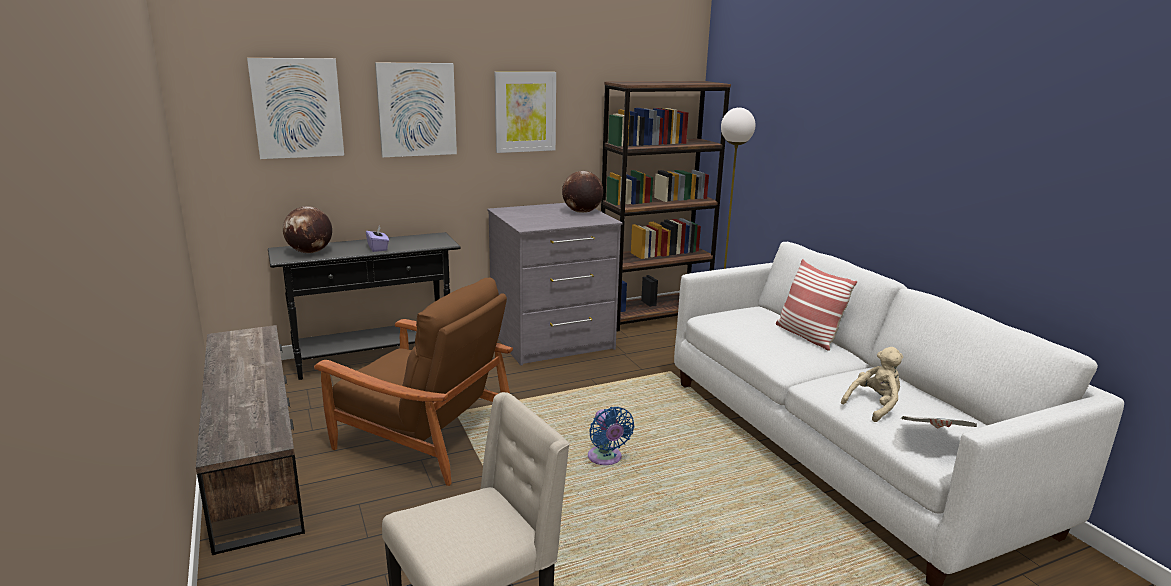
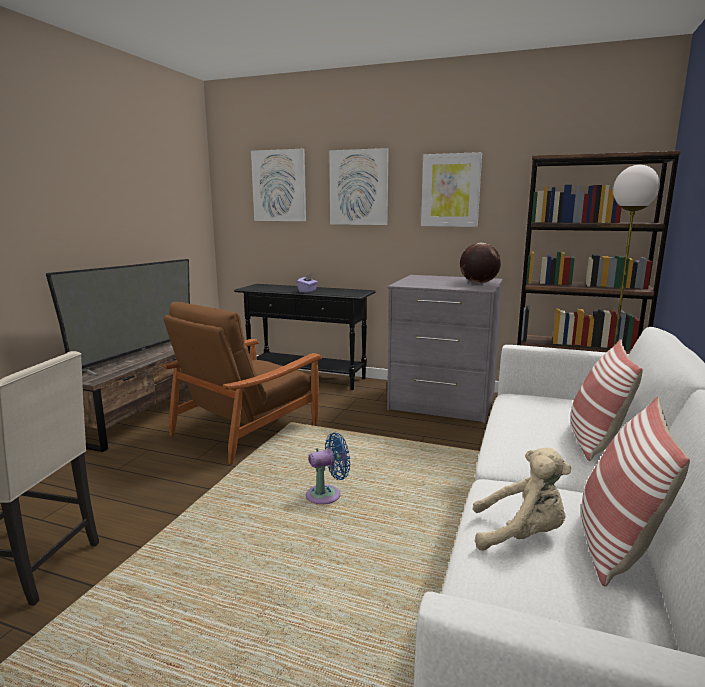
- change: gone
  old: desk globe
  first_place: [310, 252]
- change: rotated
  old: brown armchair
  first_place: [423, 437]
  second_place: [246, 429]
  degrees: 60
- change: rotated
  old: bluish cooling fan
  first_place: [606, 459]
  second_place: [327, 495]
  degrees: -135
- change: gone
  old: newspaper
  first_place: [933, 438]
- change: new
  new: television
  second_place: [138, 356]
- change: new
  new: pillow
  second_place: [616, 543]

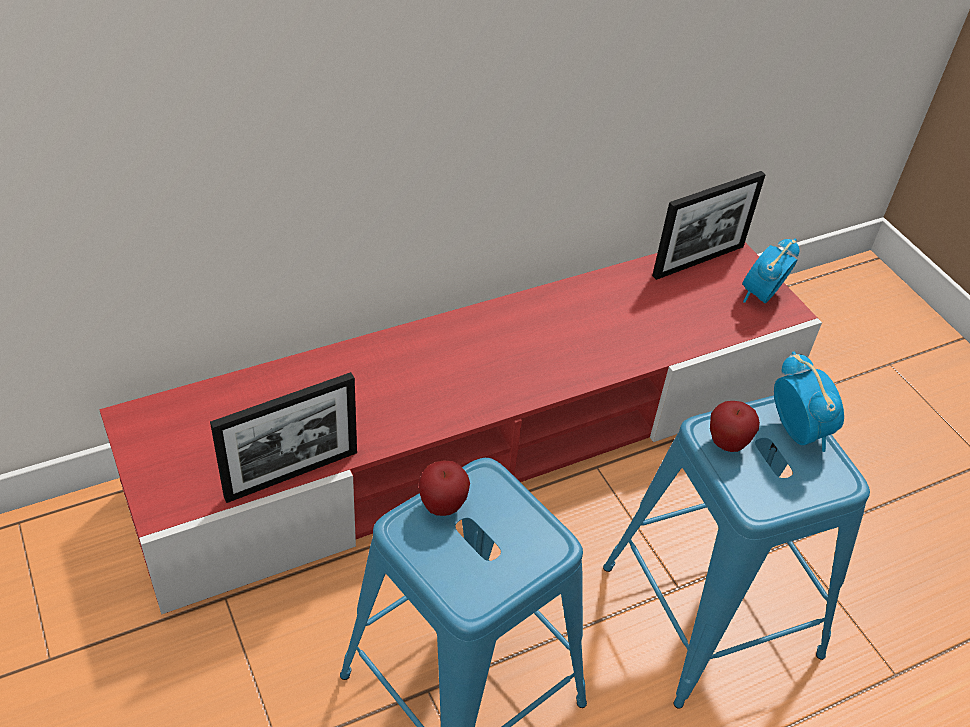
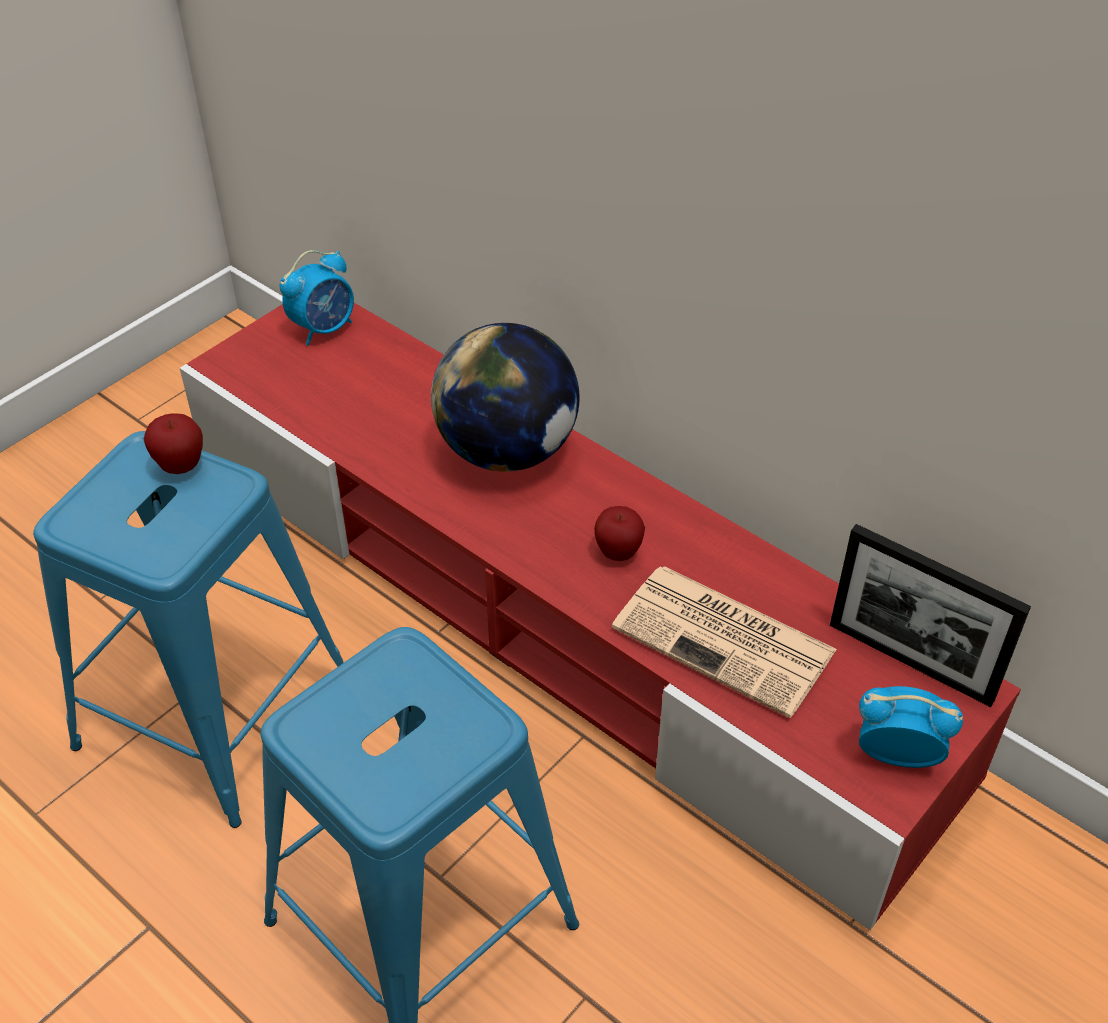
- change: shifted
  old: table clock
  first_place: [797, 431]
  second_place: [324, 328]
- change: gone
  old: photo frame
  first_place: [291, 474]
- change: shifted
  old: whole apple
  first_place: [727, 443]
  second_place: [618, 552]
- change: new
  new: desk globe
  second_place: [507, 451]
- change: new
  new: newspaper
  second_place: [727, 640]

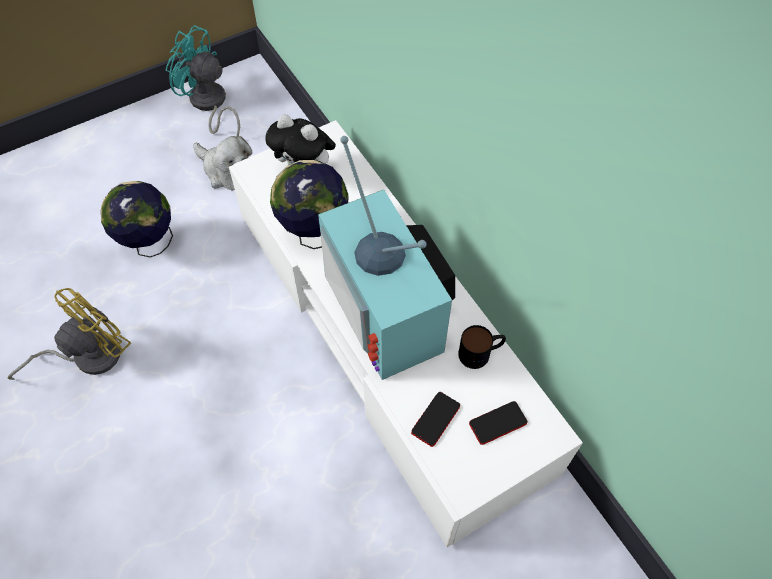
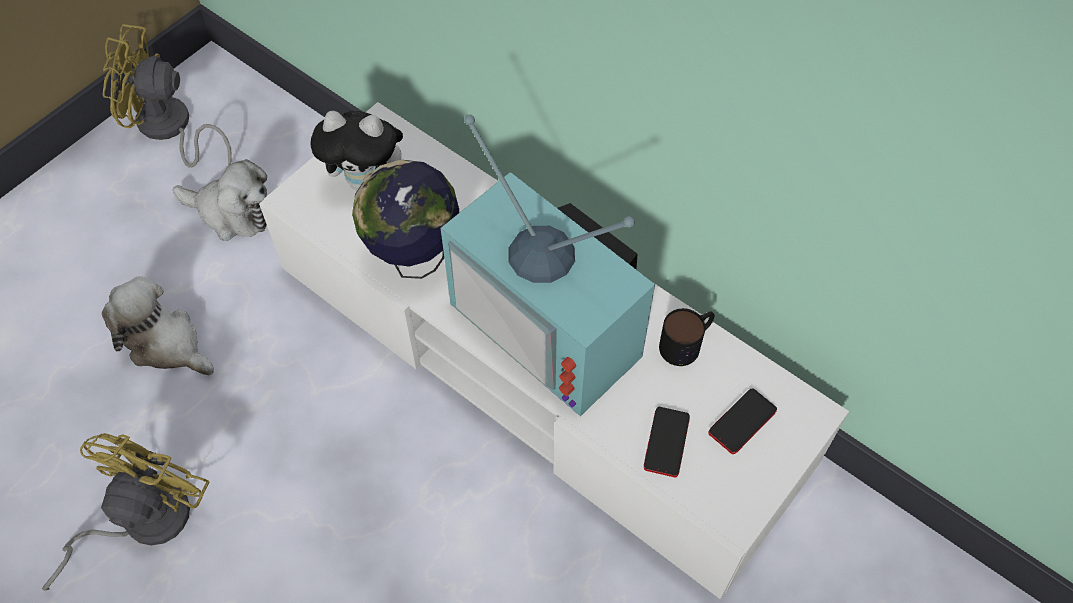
- change: repainted
  old: blue-green cooling fan
  new: yellow-coloured cooling fan
  first_place: [209, 105]
  second_place: [169, 130]
- change: swapped
  old: desk globe
  new: plush toy
  first_place: [149, 244]
  second_place: [166, 343]

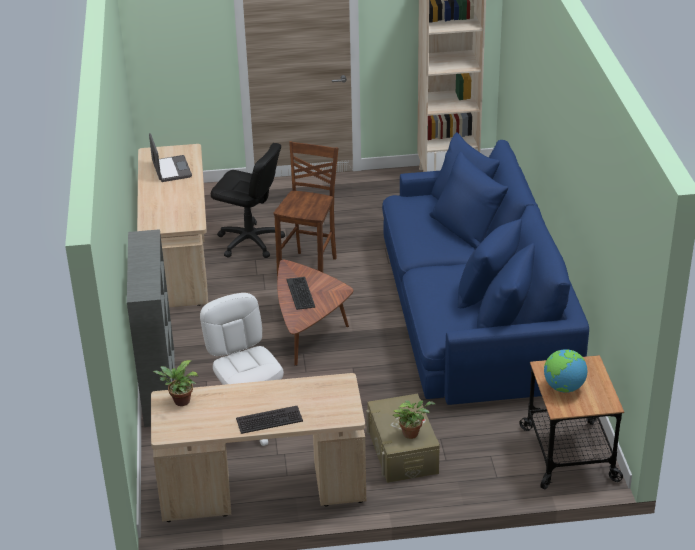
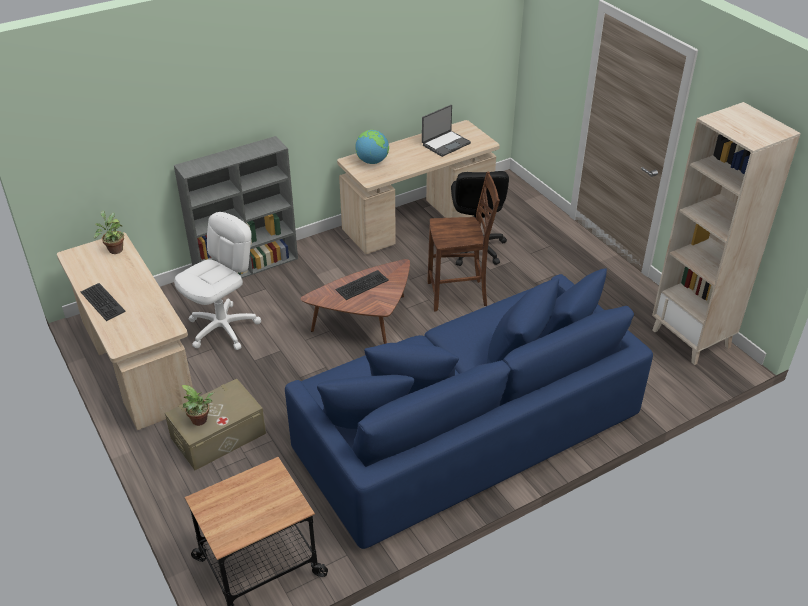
- change: shifted
  old: desk globe
  first_place: [563, 387]
  second_place: [372, 161]

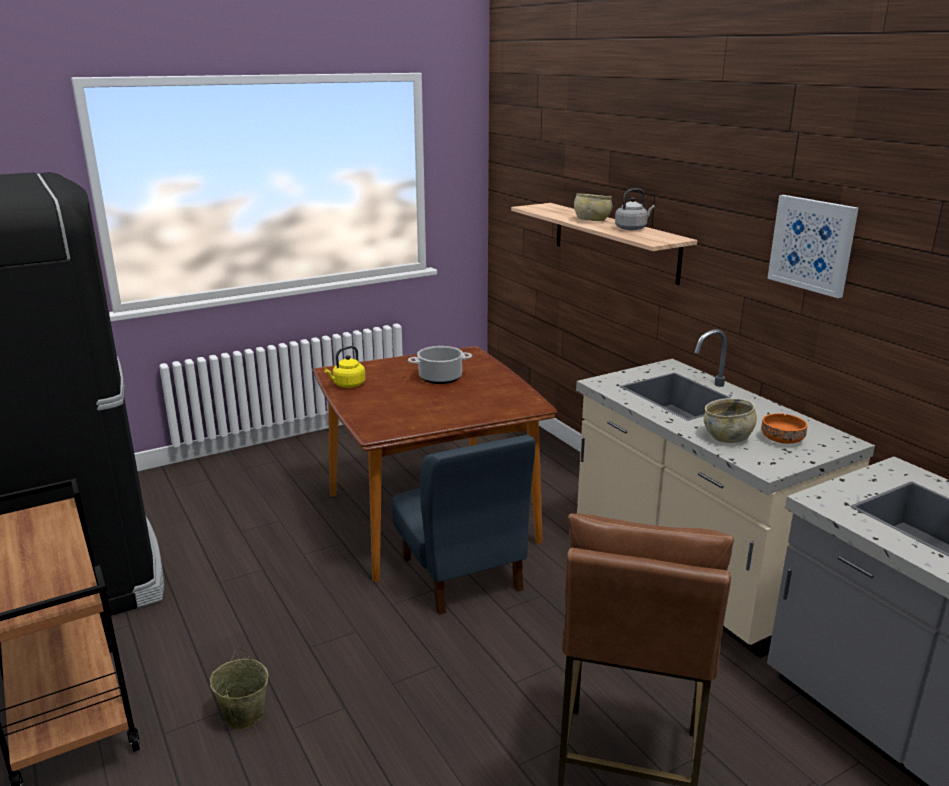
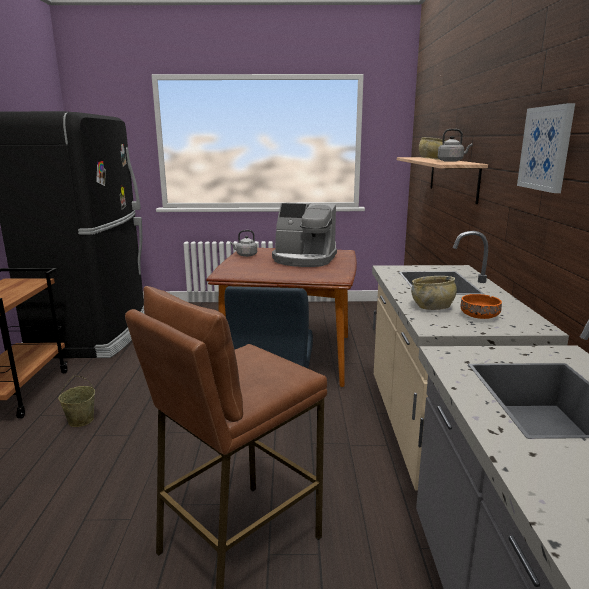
- change: repainted
  old: yellow-coloured water kettle
  new: greyish water kettle
  first_place: [347, 385]
  second_place: [245, 255]
- change: swapped
  old: saucepot
  new: coffee brewer
  first_place: [441, 378]
  second_place: [304, 259]

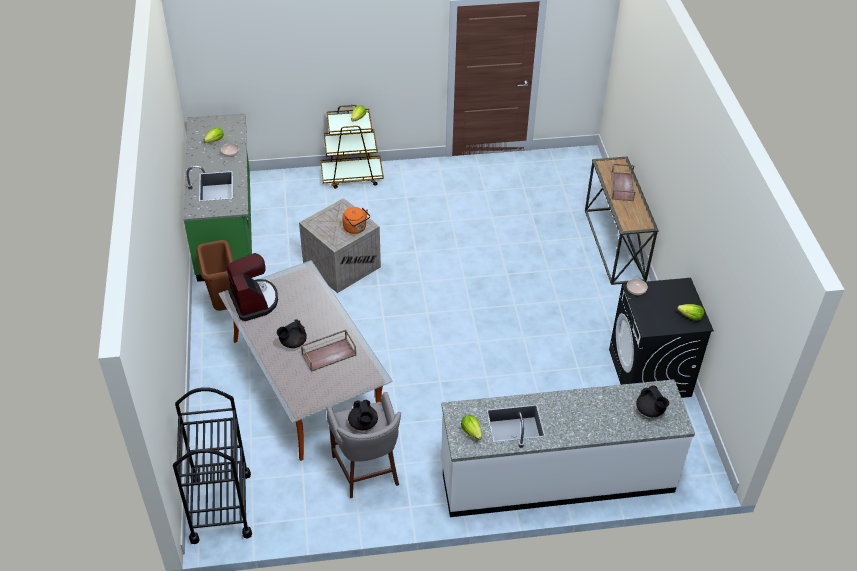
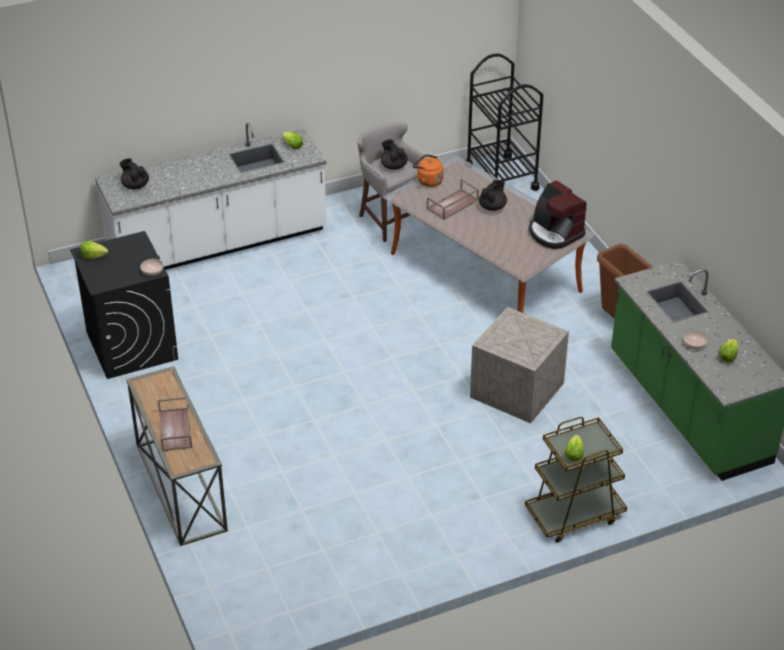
- change: shifted
  old: orangey water kettle
  first_place: [356, 228]
  second_place: [428, 181]

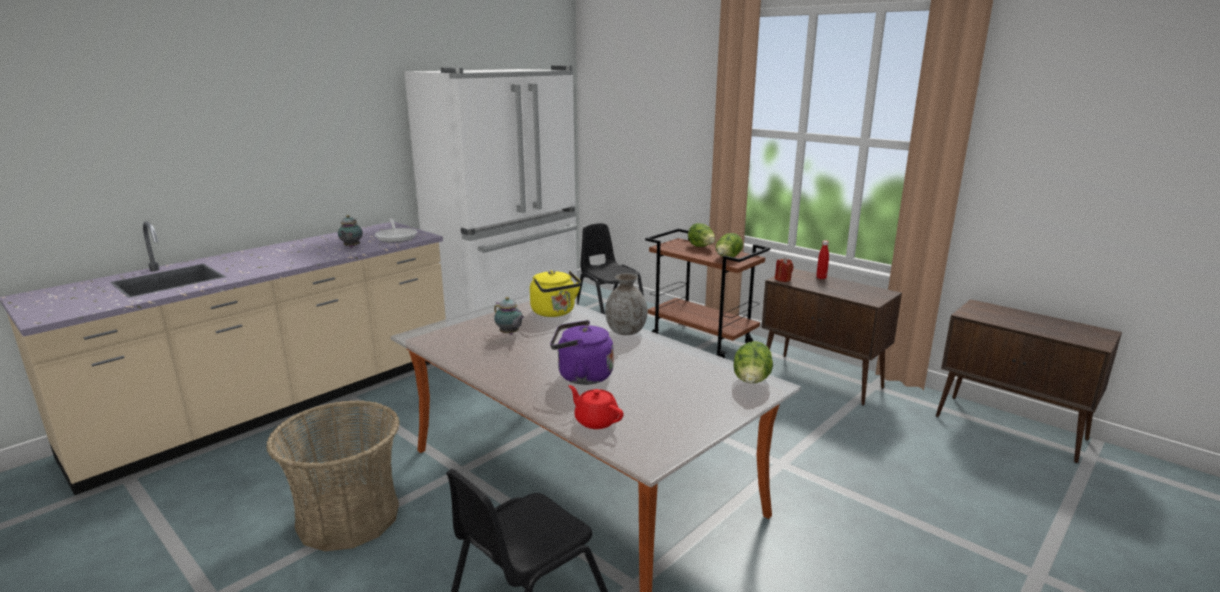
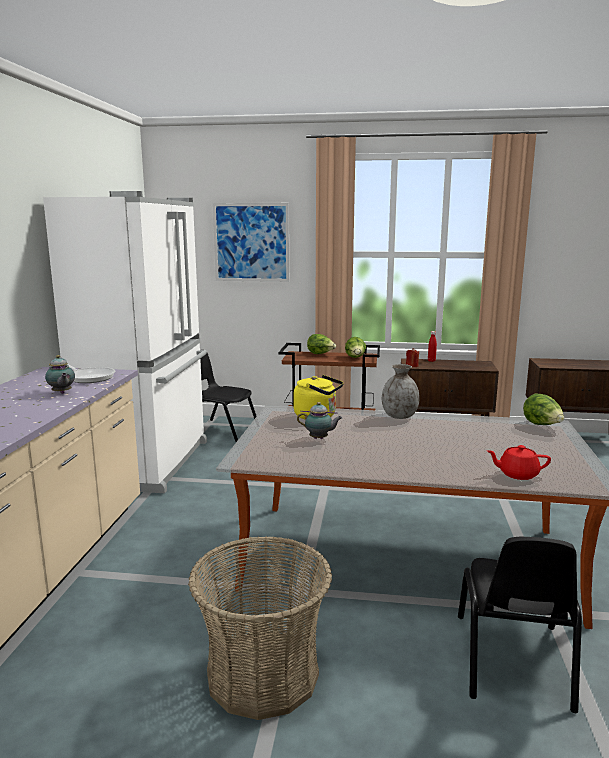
- change: gone
  old: purple water kettle
  first_place: [581, 376]
- change: new
  new: wall art
  second_place: [251, 242]

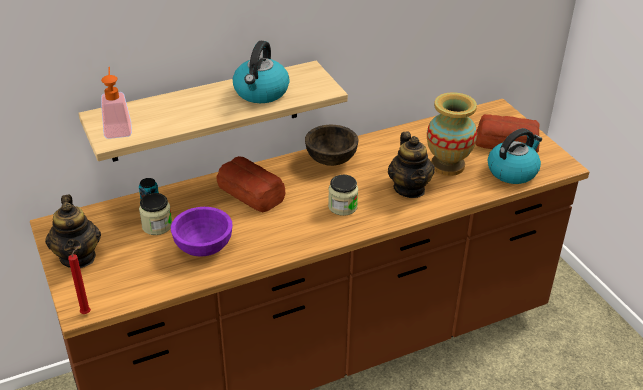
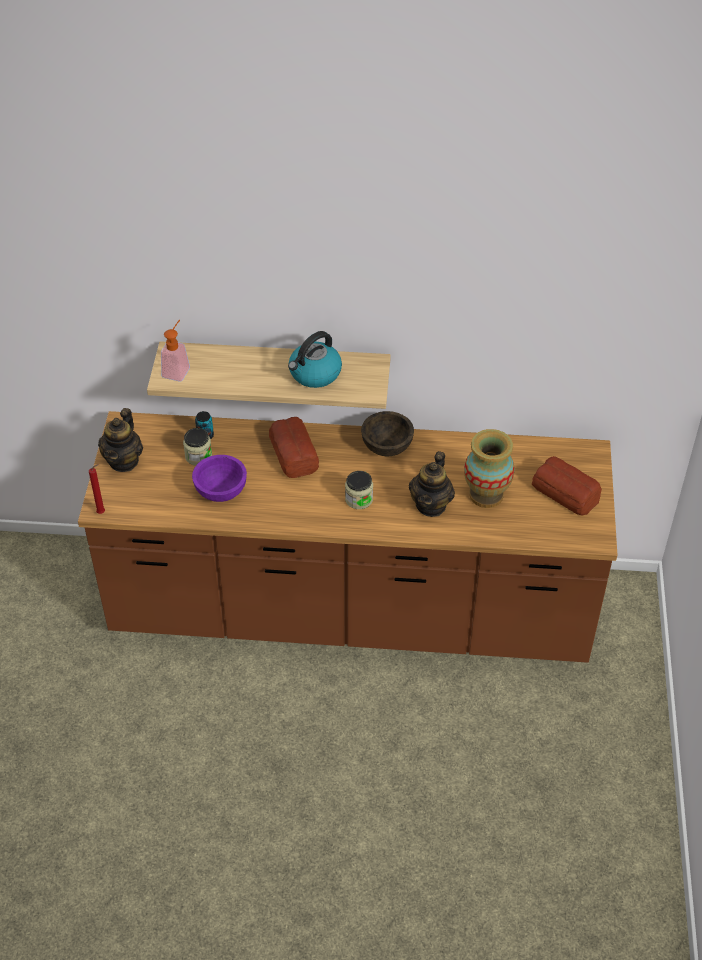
- change: gone
  old: water kettle
  first_place: [512, 171]

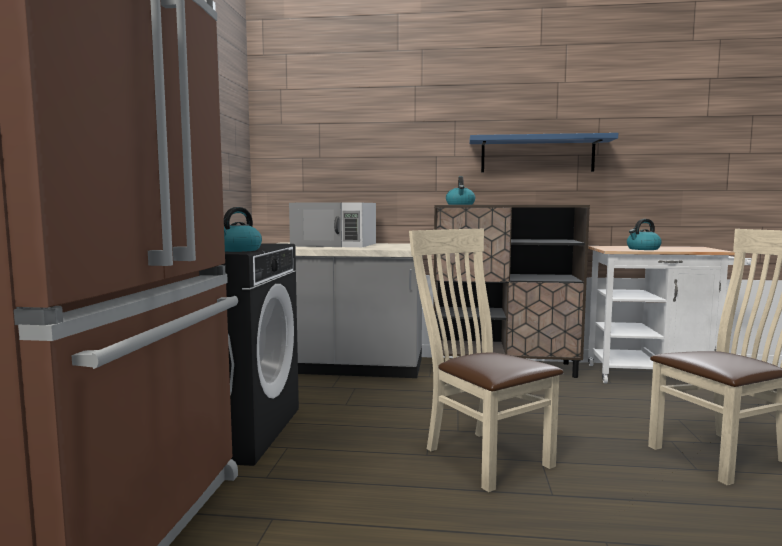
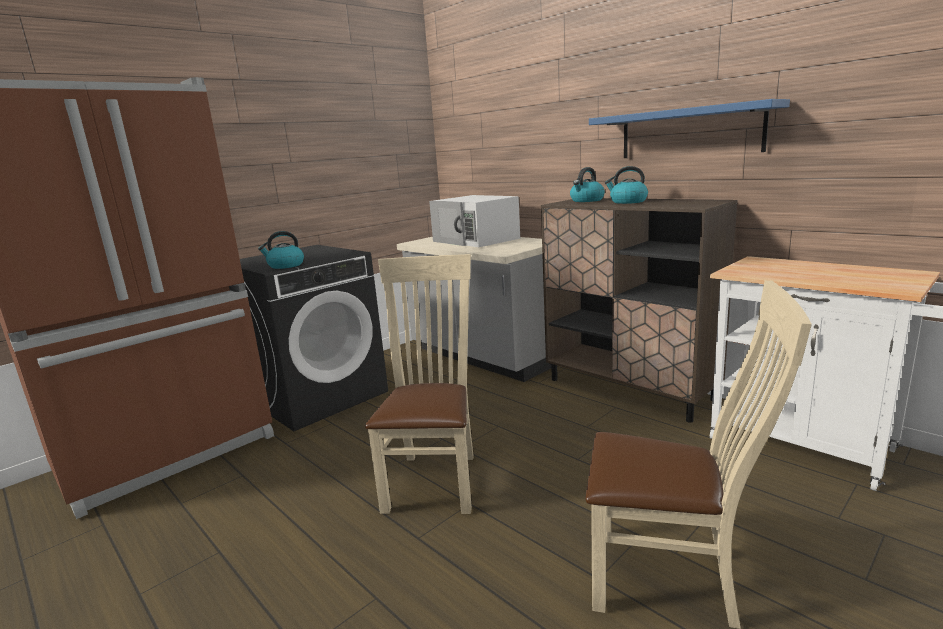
- change: shifted
  old: water kettle
  first_place: [643, 249]
  second_place: [627, 202]

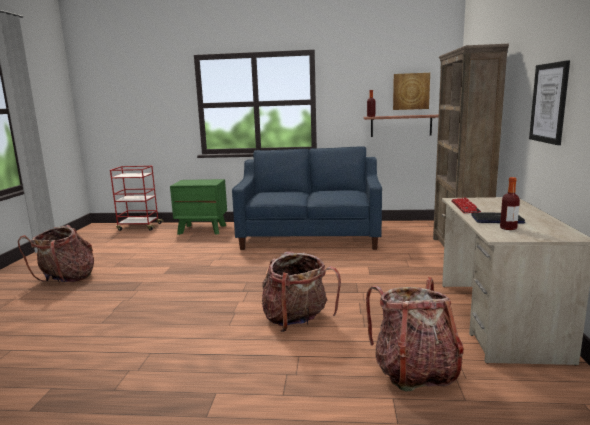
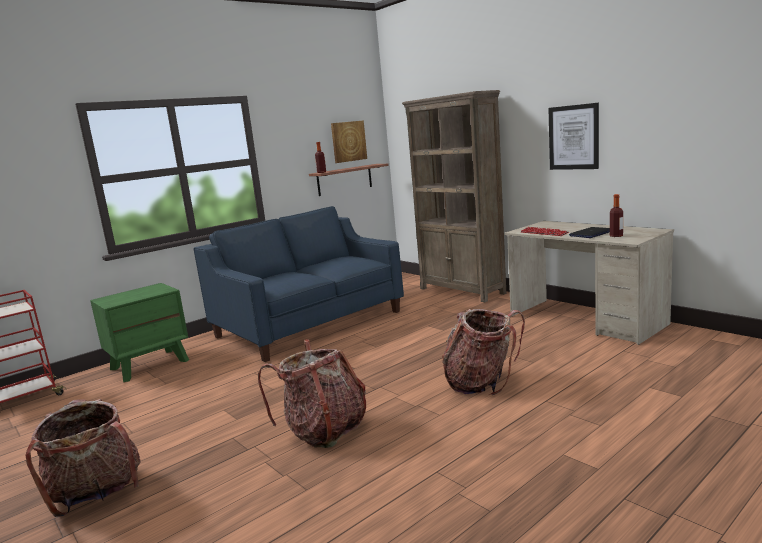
- change: shifted
  old: knapsack
  first_place: [414, 371]
  second_place: [323, 430]

